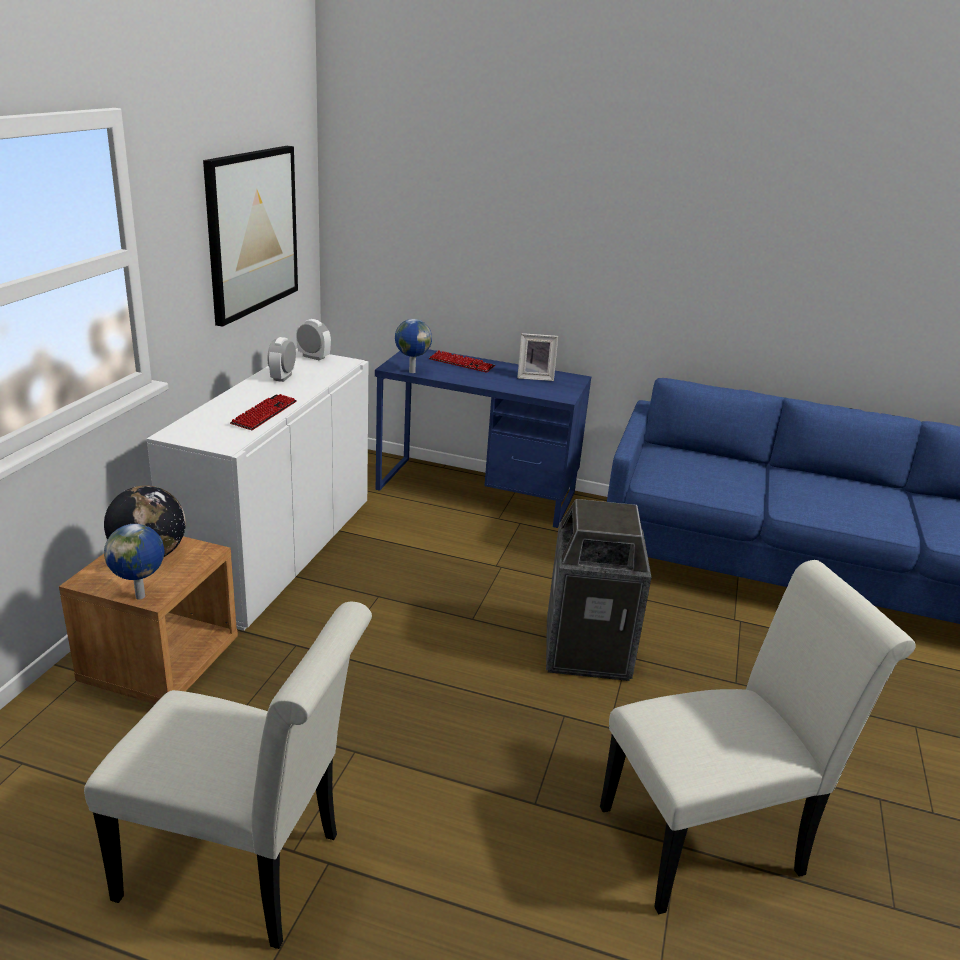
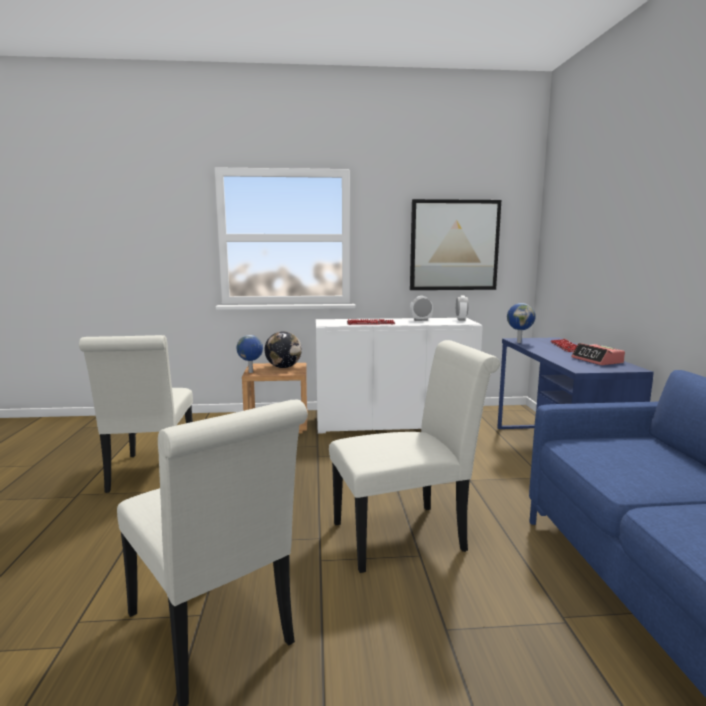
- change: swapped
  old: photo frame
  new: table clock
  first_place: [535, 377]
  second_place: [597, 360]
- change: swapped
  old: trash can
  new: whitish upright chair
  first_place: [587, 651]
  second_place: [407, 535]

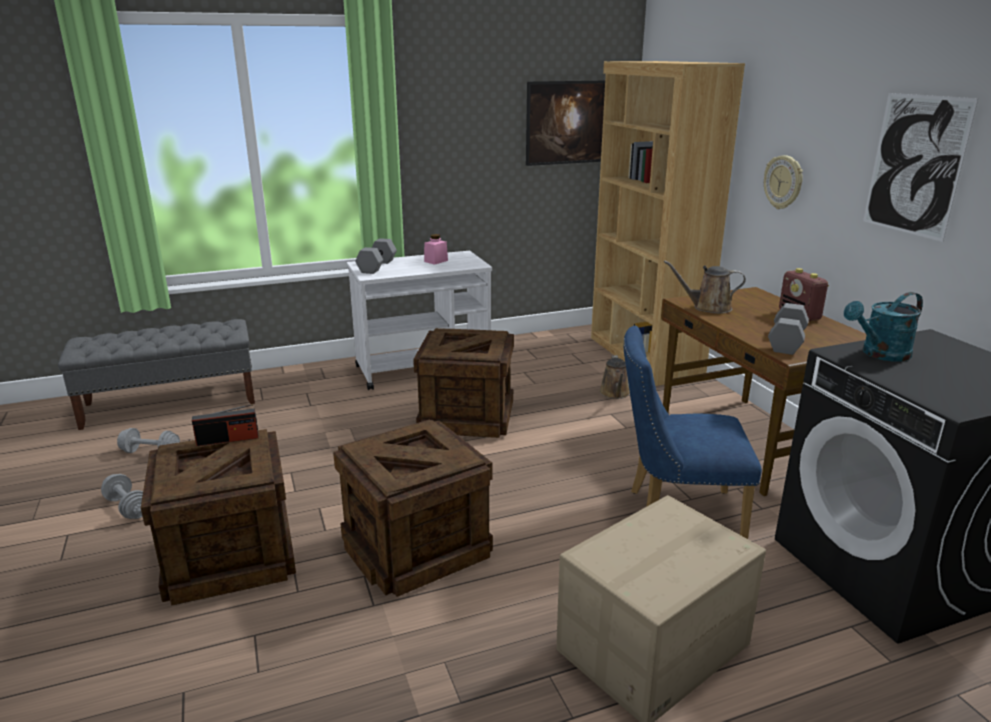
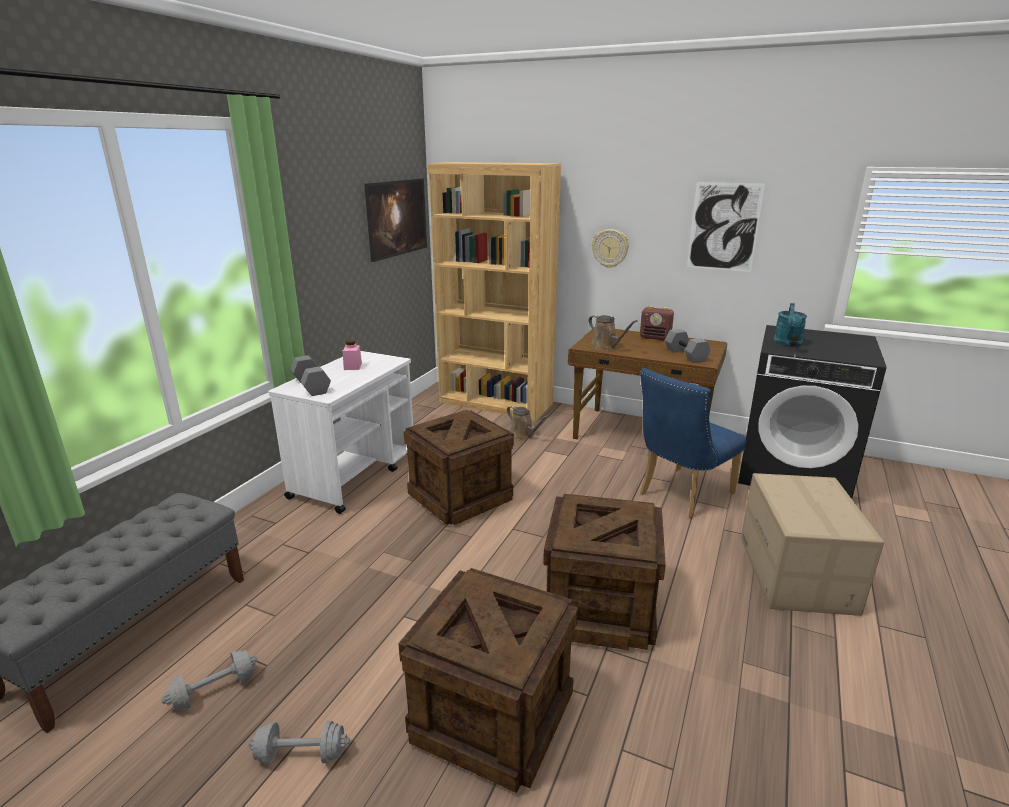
- change: rotated
  old: brown watering pot
  first_place: [708, 308]
  second_place: [606, 347]
  degrees: -90
- change: gone
  old: radio
  first_place: [228, 439]

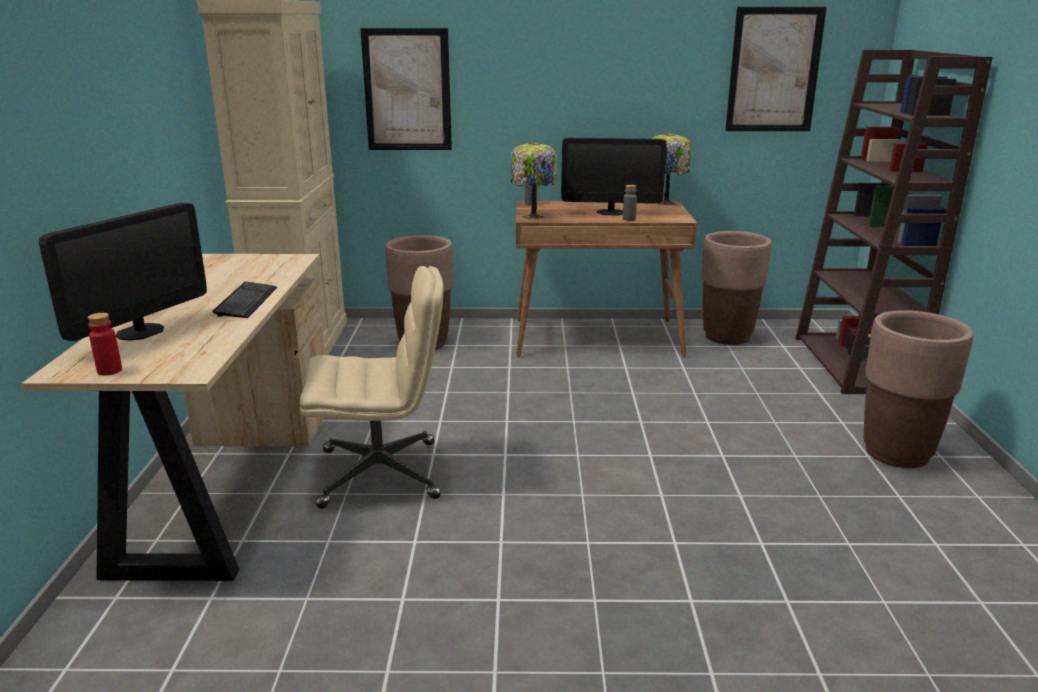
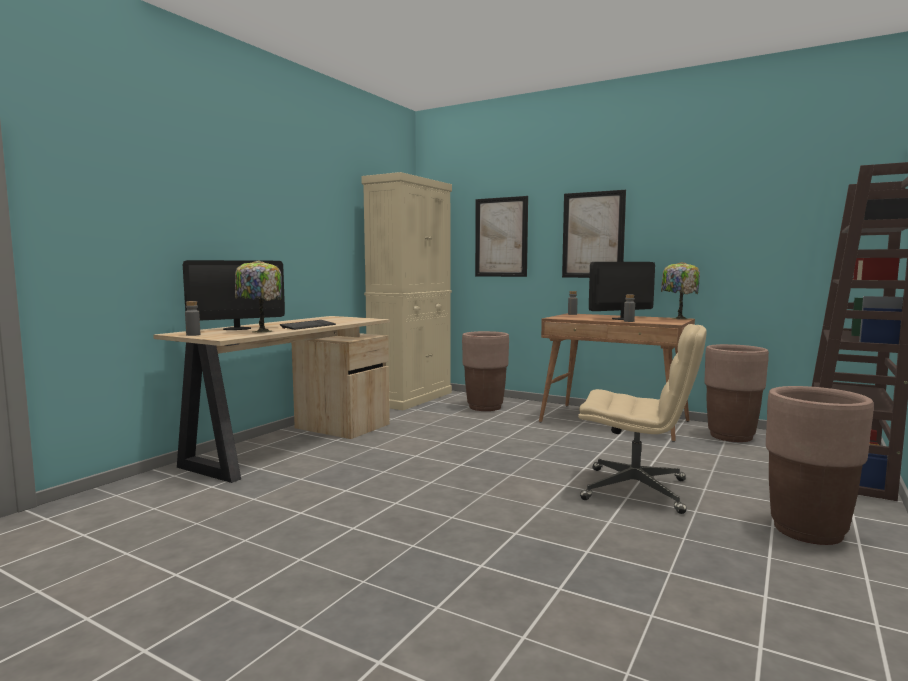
- change: shifted
  old: wall art
  first_place: [774, 70]
  second_place: [593, 235]
- change: rotated
  old: monitor
  first_place: [611, 212]
  second_place: [622, 319]
  degrees: 120
- change: shifted
  old: table lamp
  first_place: [532, 217]
  second_place: [260, 331]
- change: shifted
  old: beige desk chair
  first_place: [381, 473]
  second_place: [636, 490]
- change: repainted
  old: red-coloured bottle
  new: greyish bottle
  first_place: [109, 371]
  second_place: [193, 335]

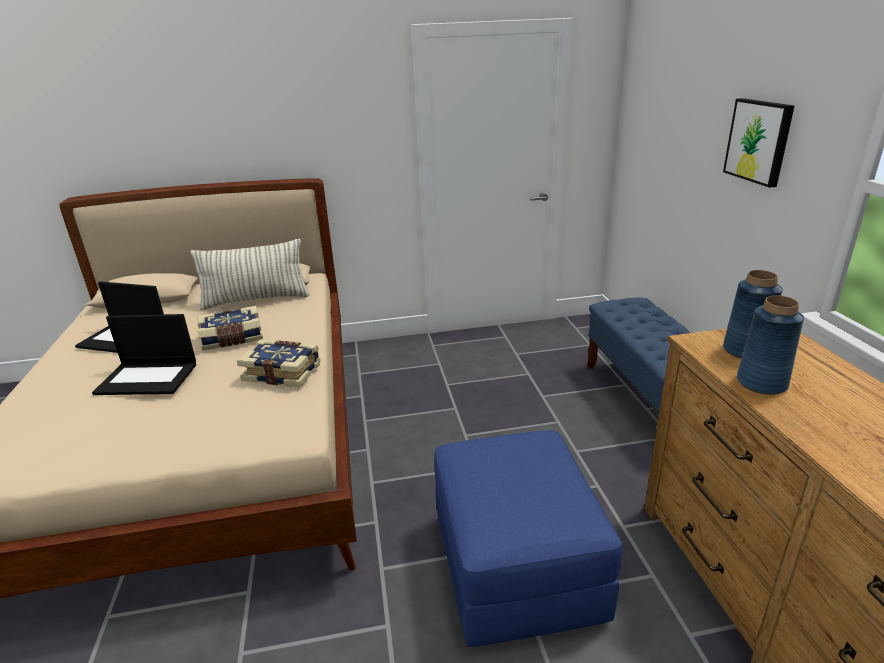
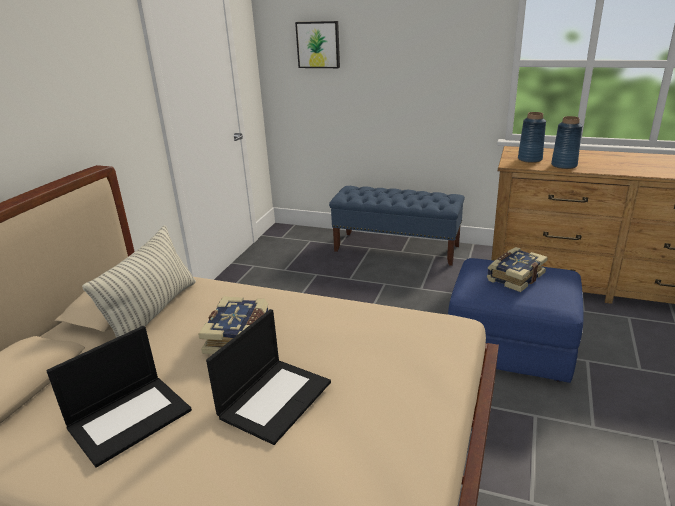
- change: shifted
  old: wall art
  first_place: [759, 141]
  second_place: [318, 44]
- change: shifted
  old: book
  first_place: [283, 372]
  second_place: [514, 277]

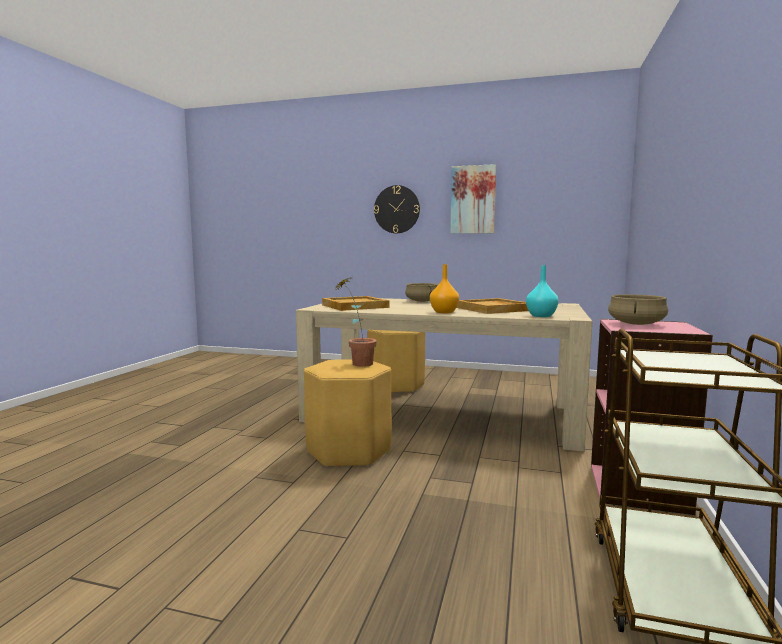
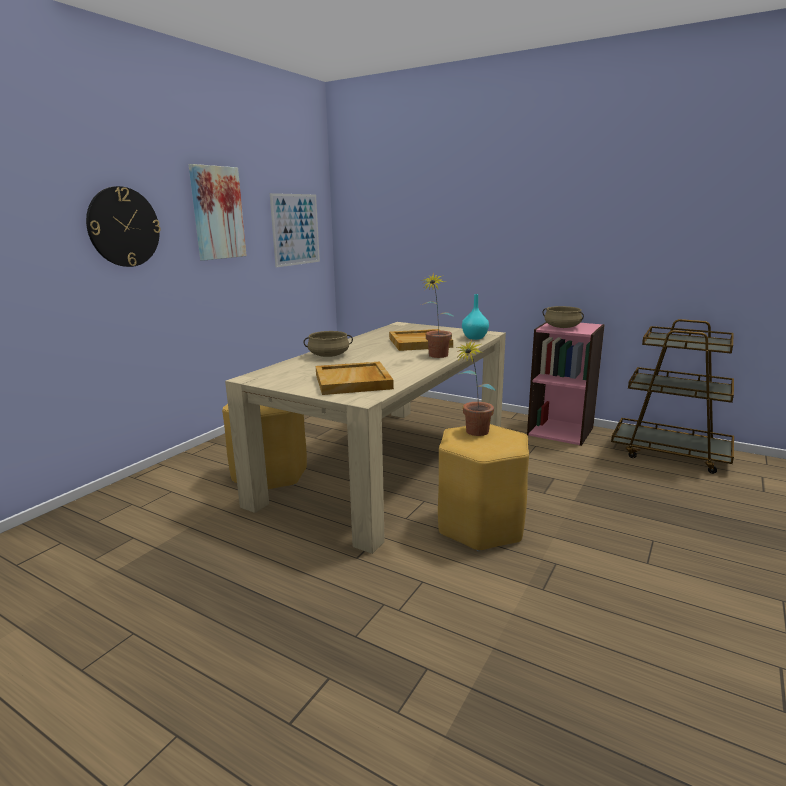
- change: swapped
  old: orangey vase
  new: potted plant
  first_place: [444, 312]
  second_place: [436, 357]
- change: new
  new: wall art
  second_place: [295, 229]

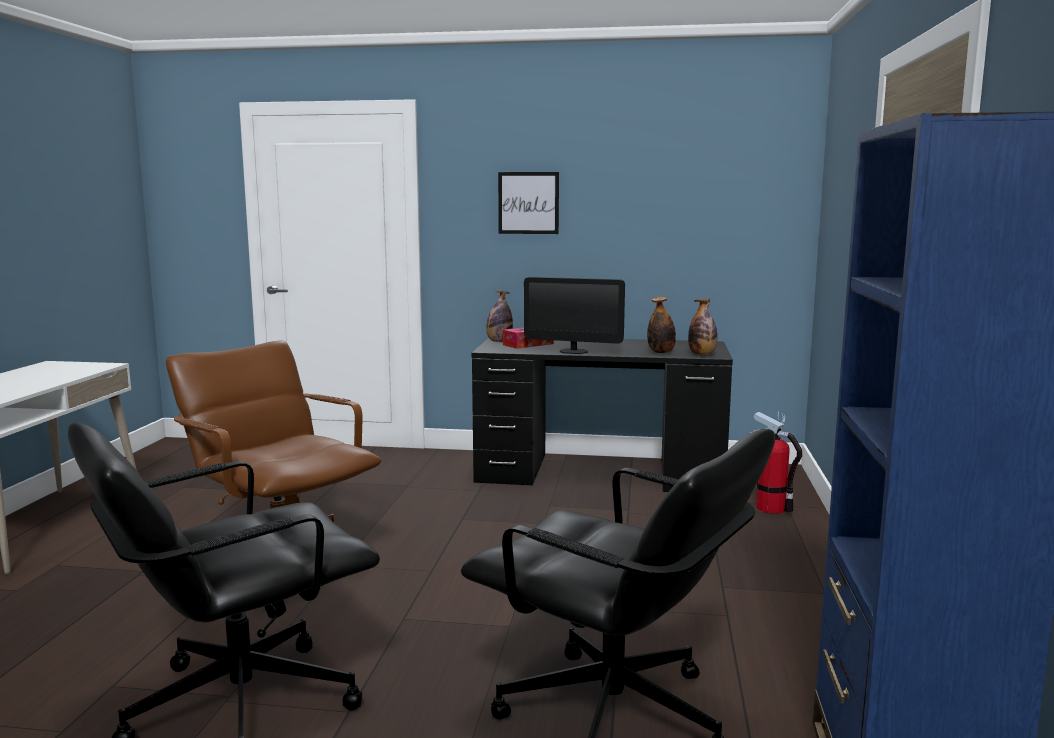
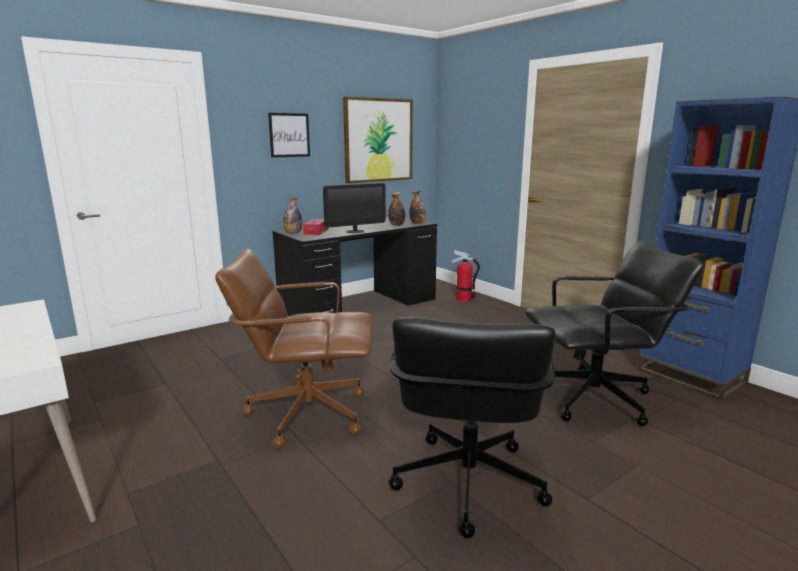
- change: new
  new: wall art
  second_place: [378, 140]

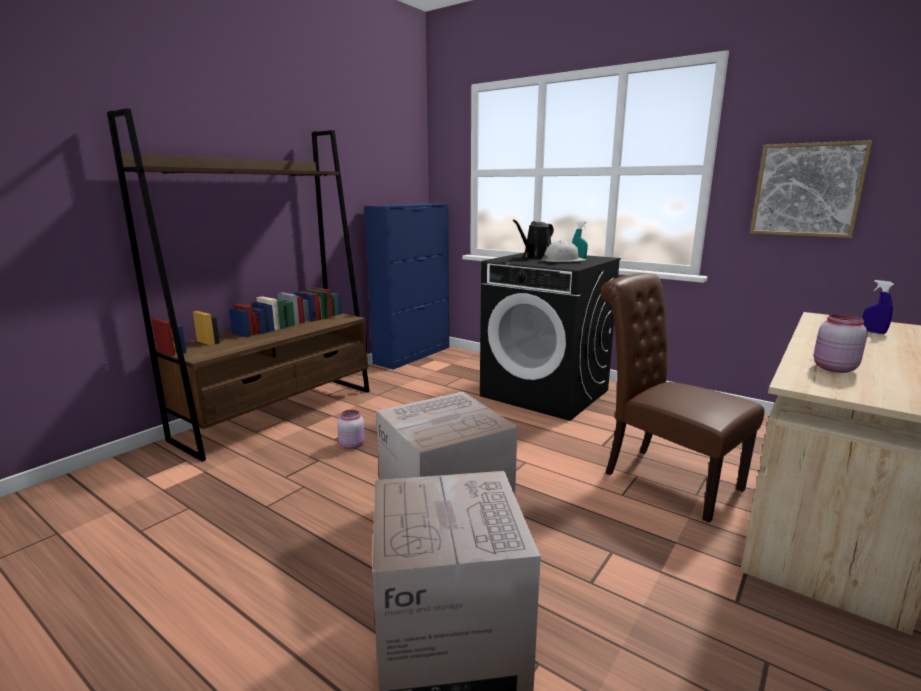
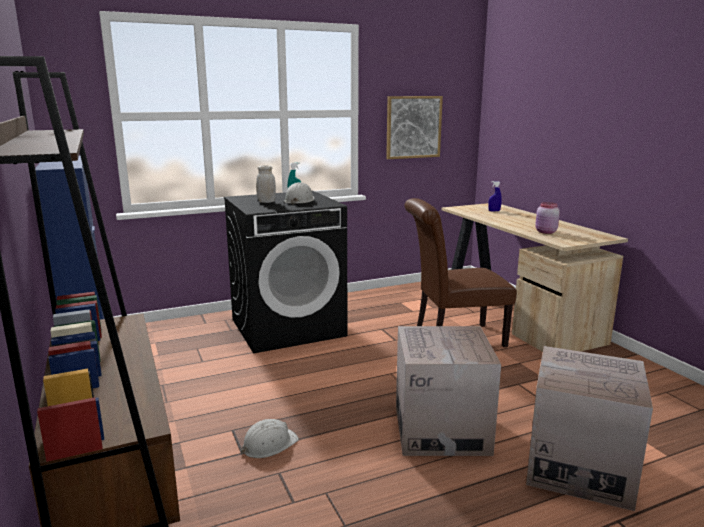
- change: swapped
  old: black watering pot
  new: whitish preserve jar
  first_place: [536, 257]
  second_place: [266, 202]
- change: swapped
  old: pink-coloured preserve jar
  new: whitish work helmet
  first_place: [352, 445]
  second_place: [269, 444]

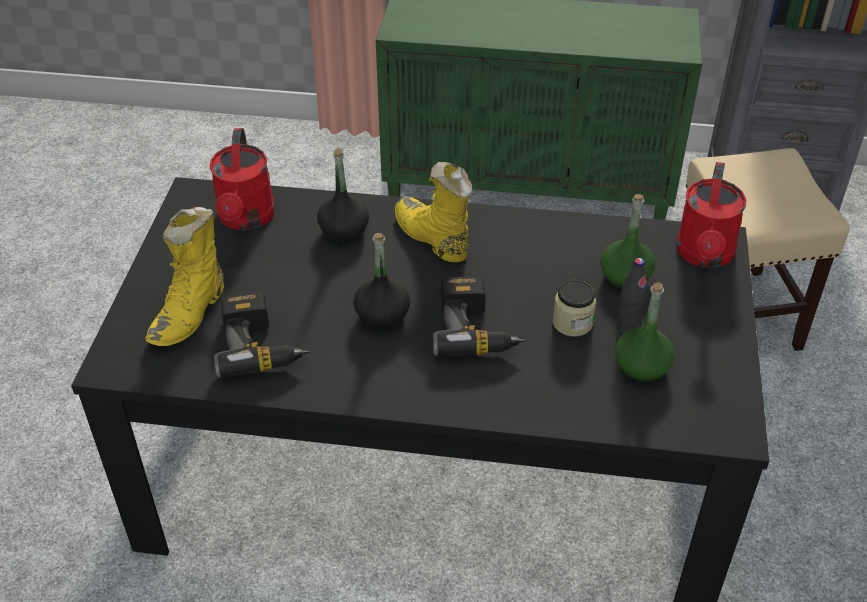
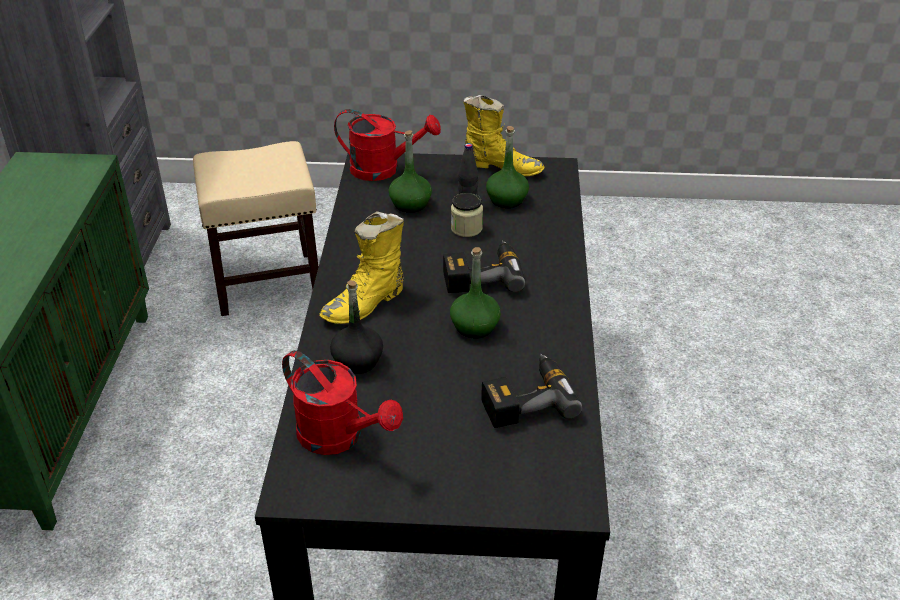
- change: rotated
  old: red-coloured watering pot
  first_place: [246, 219]
  second_place: [339, 437]
  degrees: 45
- change: shifted
  old: yellow-coloured tall boot
  first_place: [190, 314]
  second_place: [502, 167]
- change: repainted
  old: black bottle
  new: greenish bottle
  first_place: [382, 316]
  second_place: [474, 326]

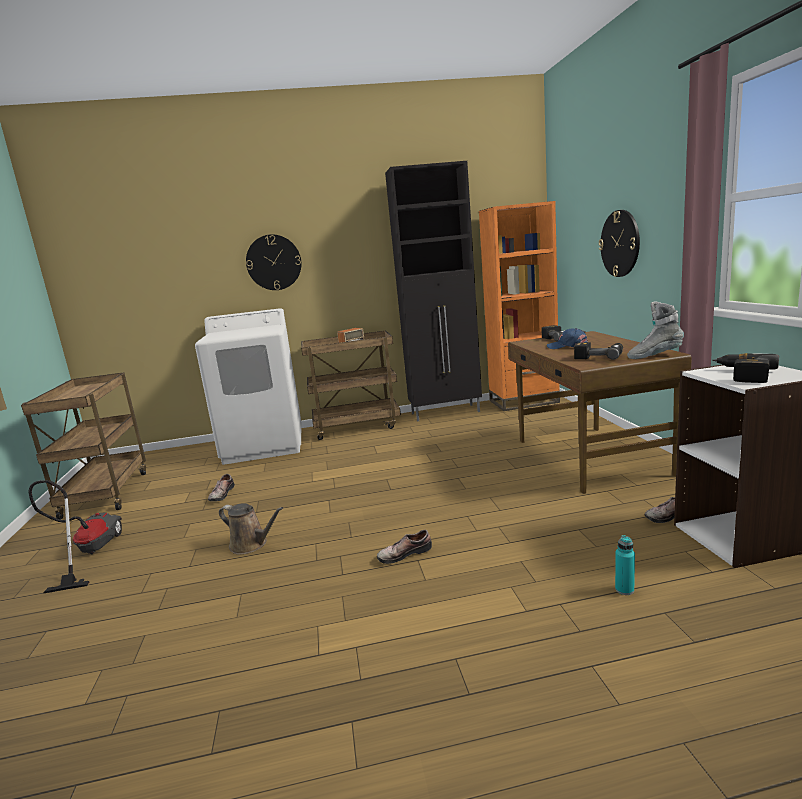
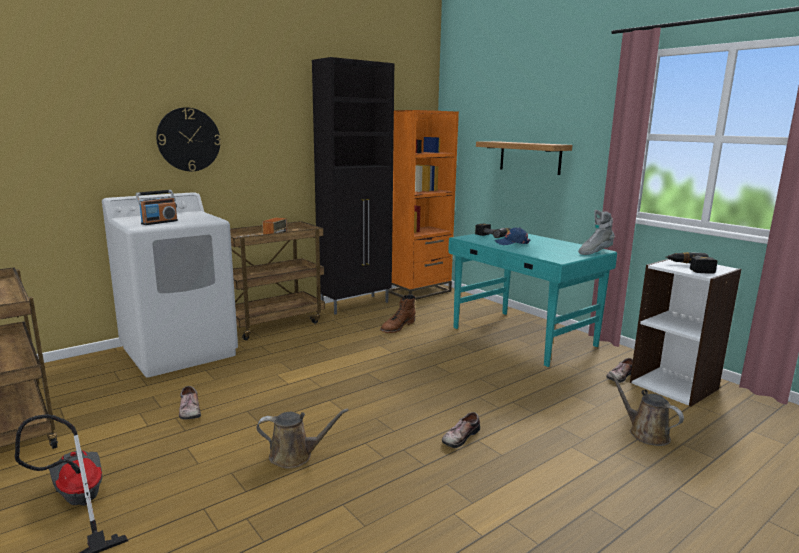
- change: swapped
  old: clock on the wall
  new: shelf
  first_place: [620, 243]
  second_place: [530, 157]
- change: repainted
  old: brown desk
  new: blue-green desk
  first_place: [589, 457]
  second_place: [522, 337]
- change: gone
  old: power drill
  first_place: [599, 356]
- change: swapped
  old: blue-green bottle
  new: brown watering pot
  first_place: [624, 589]
  second_place: [645, 433]
- change: new
  new: radio
  second_place: [159, 222]
- change: new
  new: brown tall boot
  second_place: [397, 327]

